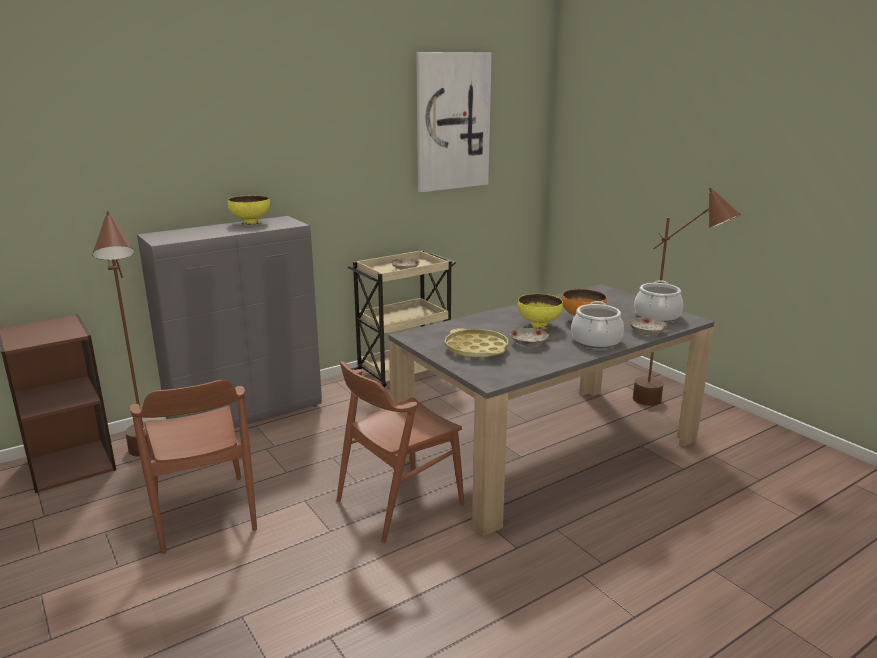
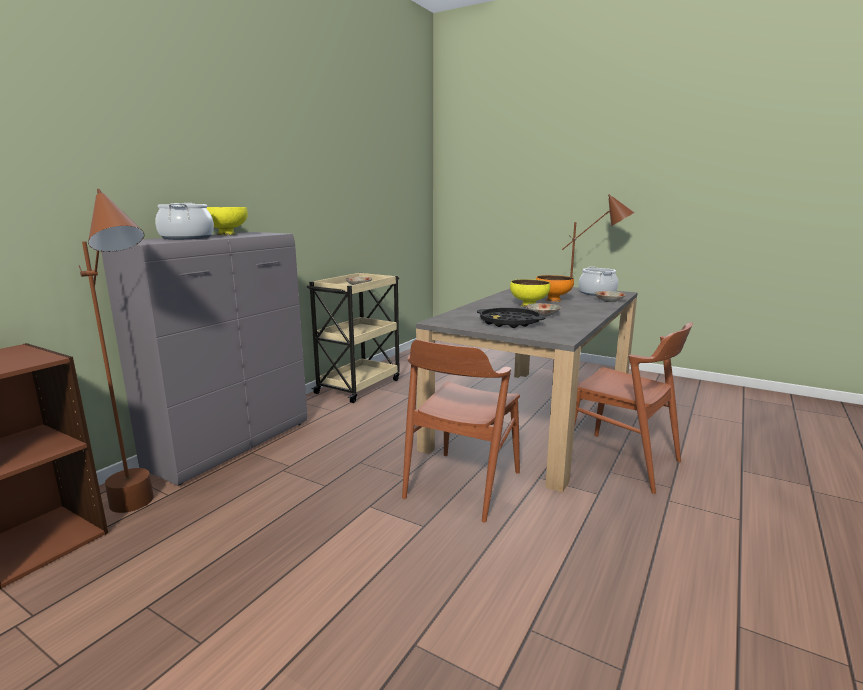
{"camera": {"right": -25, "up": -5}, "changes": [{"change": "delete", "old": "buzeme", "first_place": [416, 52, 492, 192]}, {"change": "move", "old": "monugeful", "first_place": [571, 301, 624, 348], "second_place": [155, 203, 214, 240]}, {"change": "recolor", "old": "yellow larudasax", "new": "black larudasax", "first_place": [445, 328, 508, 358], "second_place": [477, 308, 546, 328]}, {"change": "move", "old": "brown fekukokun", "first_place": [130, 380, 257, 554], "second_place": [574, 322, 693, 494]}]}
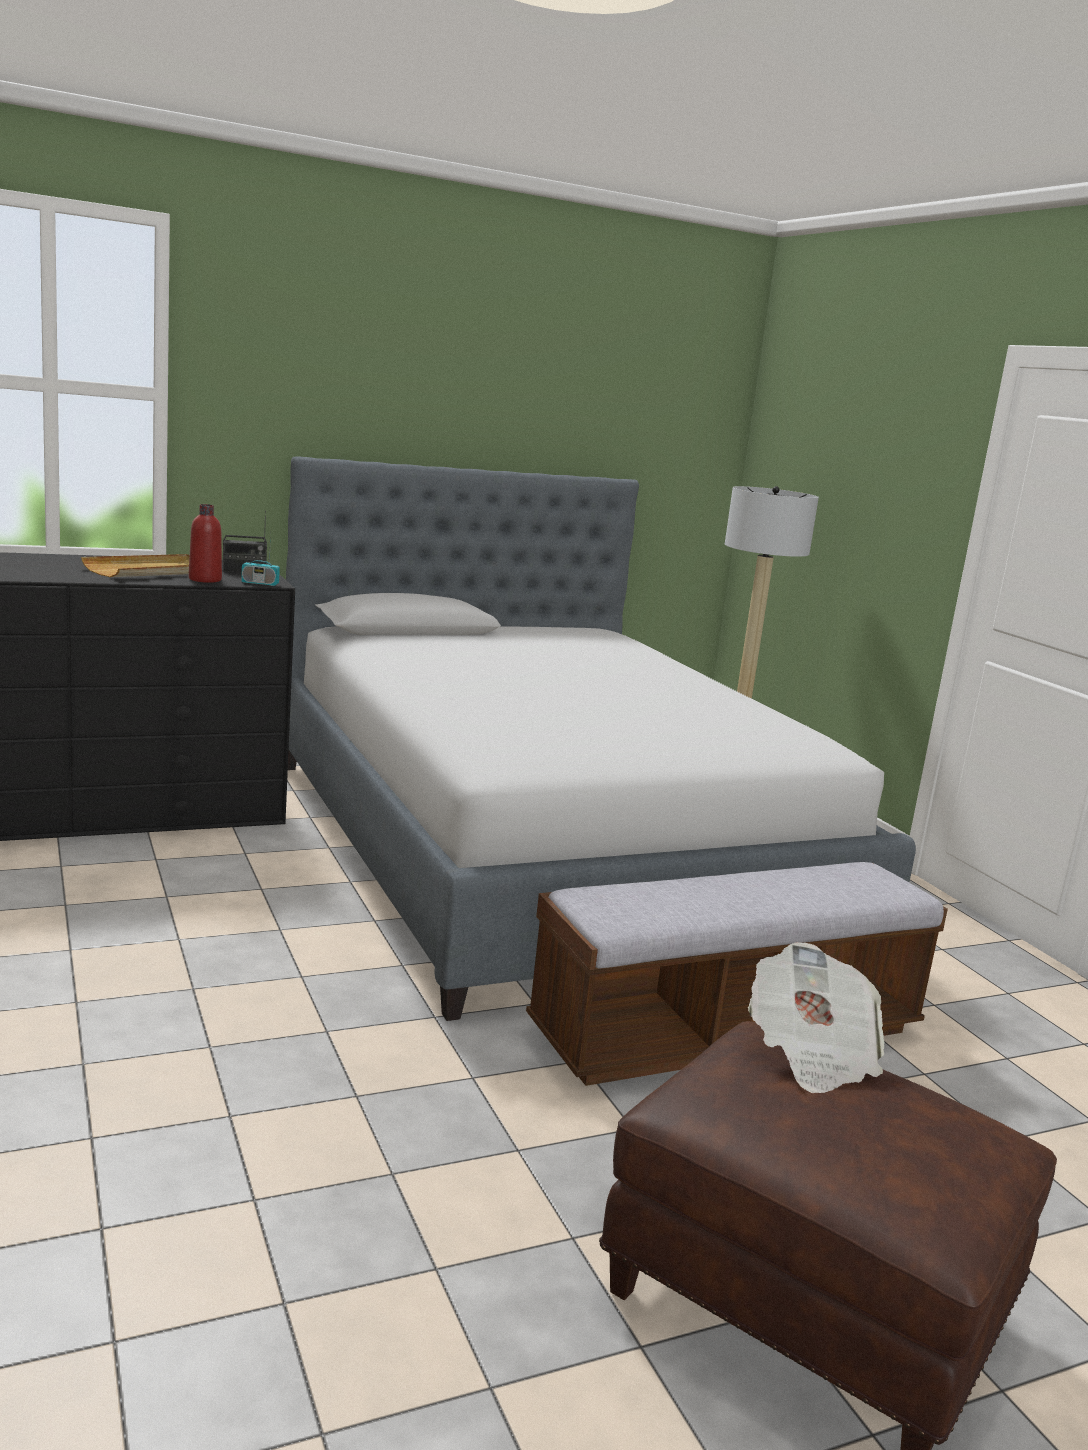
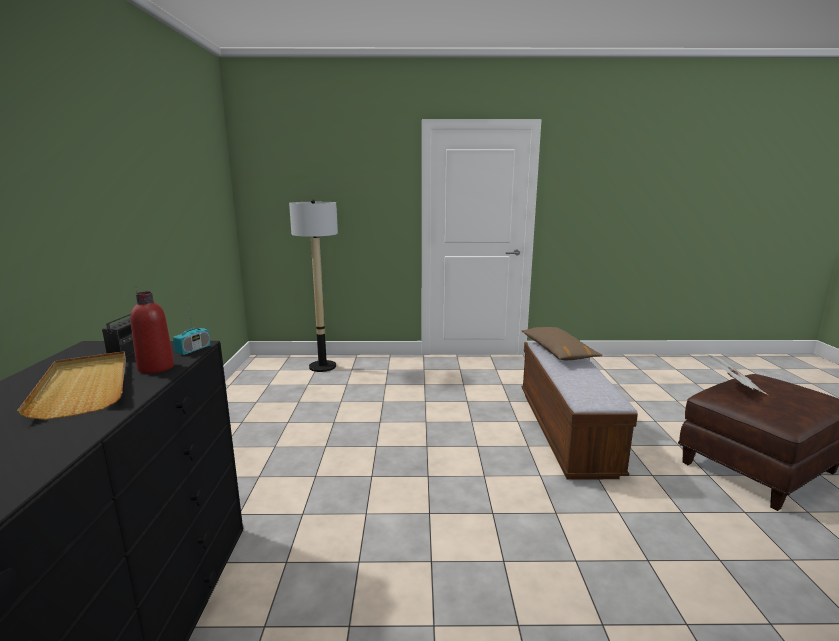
{"camera": {"right": -65, "up": 0}, "changes": [{"change": "delete", "old": "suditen", "first_place": [286, 457, 916, 1021]}, {"change": "insert", "new": "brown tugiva", "second_place": [522, 327, 603, 360]}]}
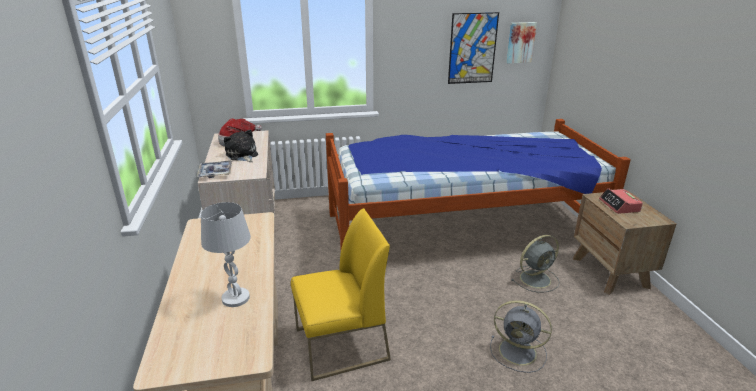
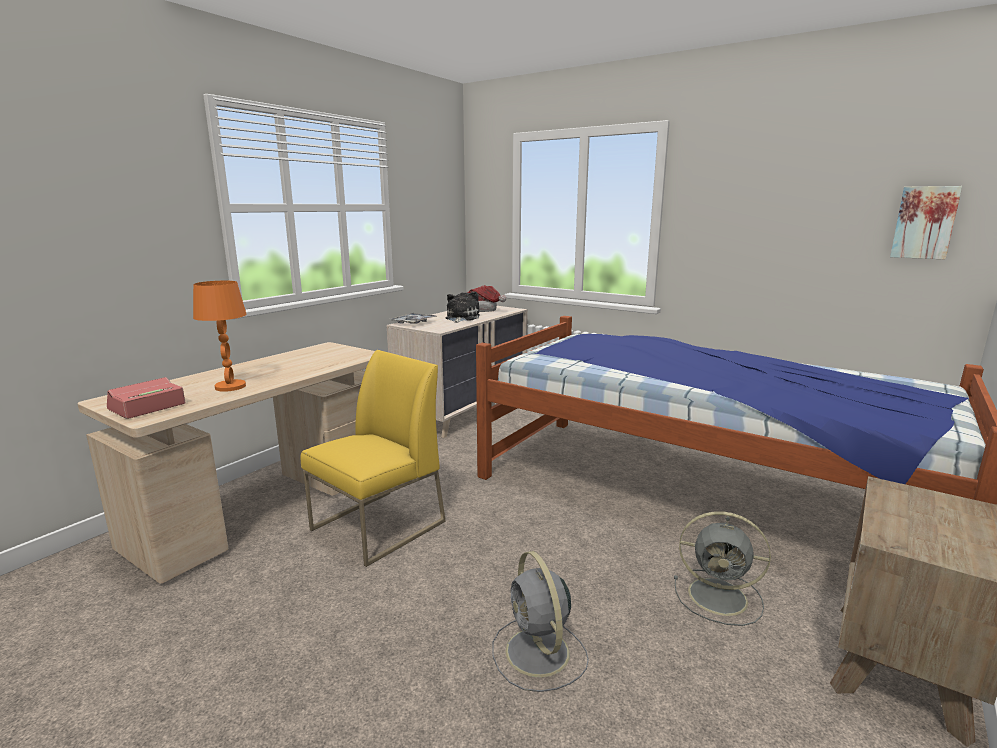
{"camera": {"right": 45, "up": -10}, "changes": [{"change": "delete", "old": "buzeme", "first_place": [448, 12, 499, 84]}, {"change": "move", "old": "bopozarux", "first_place": [599, 188, 643, 214], "second_place": [107, 377, 185, 419]}, {"change": "recolor", "old": "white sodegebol", "new": "orange sodegebol", "first_place": [201, 202, 251, 307], "second_place": [193, 281, 247, 392]}, {"change": "rotate", "old": "yellow fekukokun", "first_place": [291, 208, 391, 381], "second_place": [301, 350, 446, 567], "degrees": -75}]}
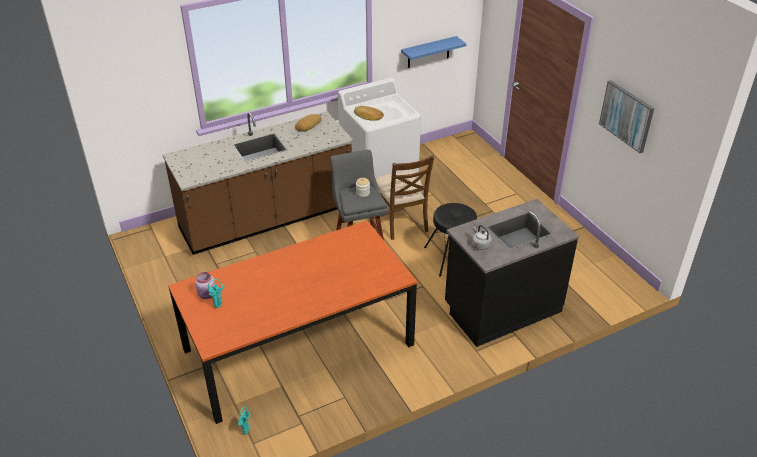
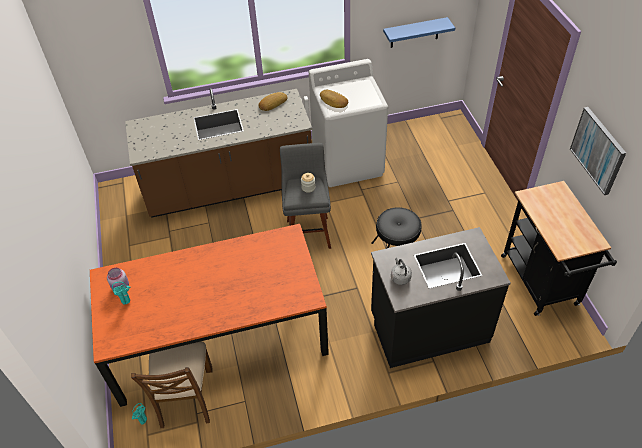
{"camera": {"right": 15, "up": 10}, "changes": [{"change": "move", "old": "brown fekukokun", "first_place": [375, 155, 434, 240], "second_place": [131, 341, 212, 428]}, {"change": "insert", "new": "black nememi", "second_place": [501, 181, 617, 316]}]}
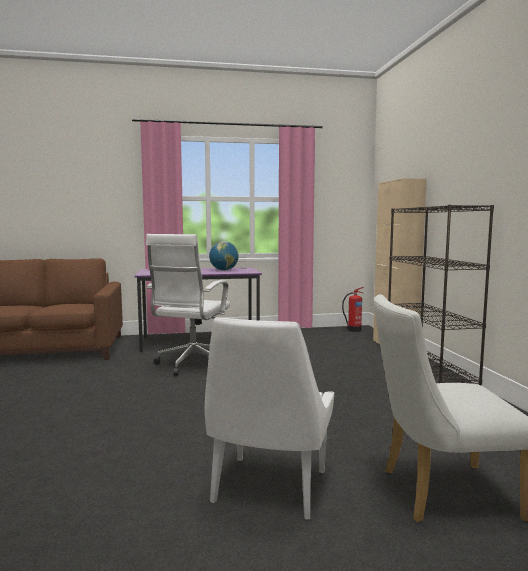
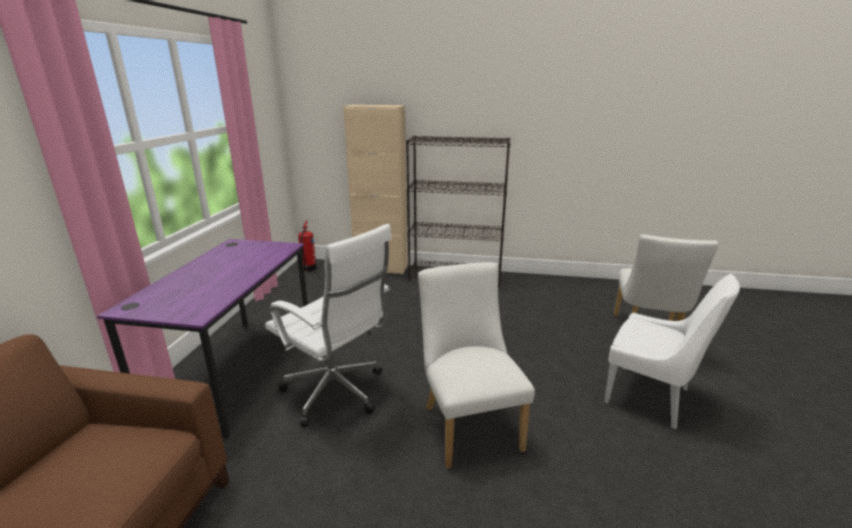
{"camera": {"right": -70, "up": 15}, "changes": [{"change": "delete", "old": "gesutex", "first_place": [209, 241, 239, 271]}, {"change": "insert", "new": "white fekukokun", "second_place": [418, 262, 535, 469]}]}
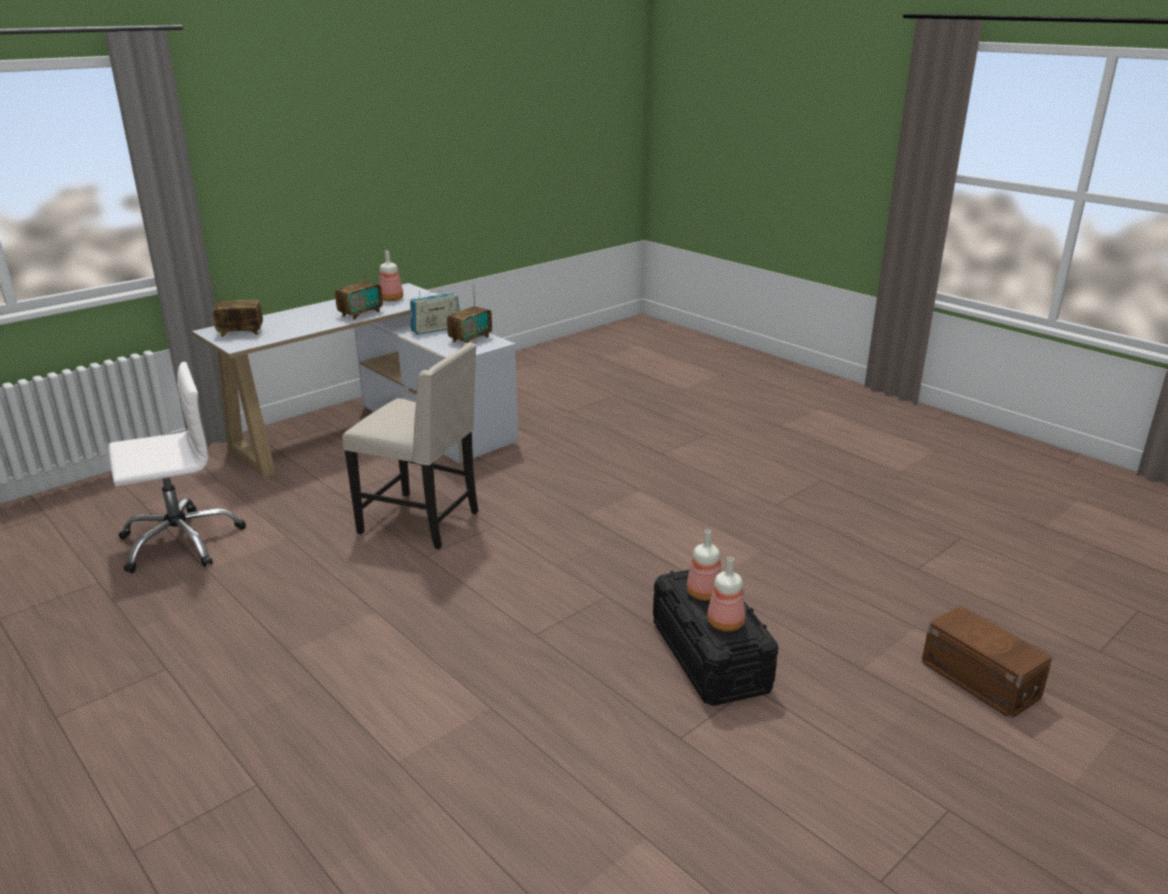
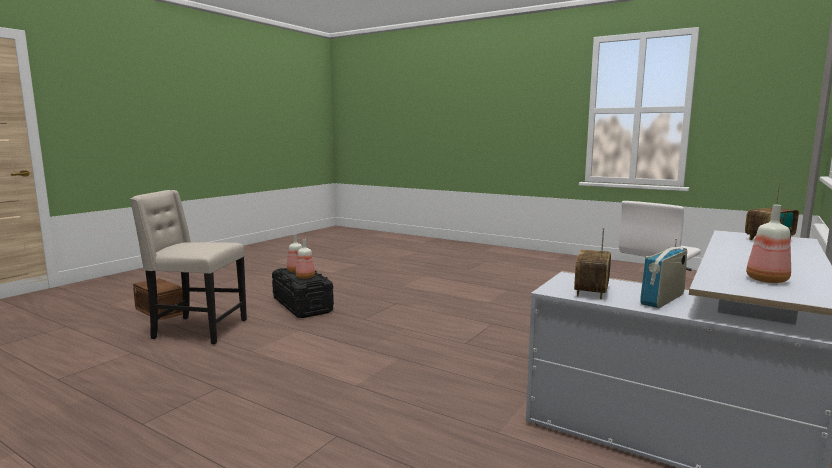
{"camera": {"right": 165, "up": -15}, "changes": [{"change": "delete", "old": "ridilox", "first_place": [335, 259, 383, 320]}, {"change": "move", "old": "beige fekukokun", "first_place": [342, 342, 478, 550], "second_place": [130, 190, 247, 344]}]}
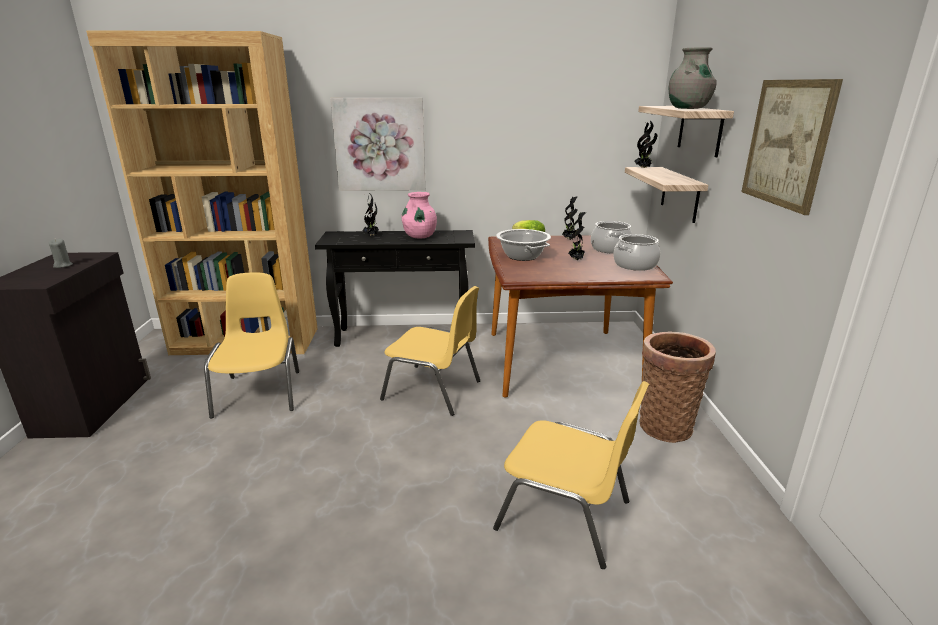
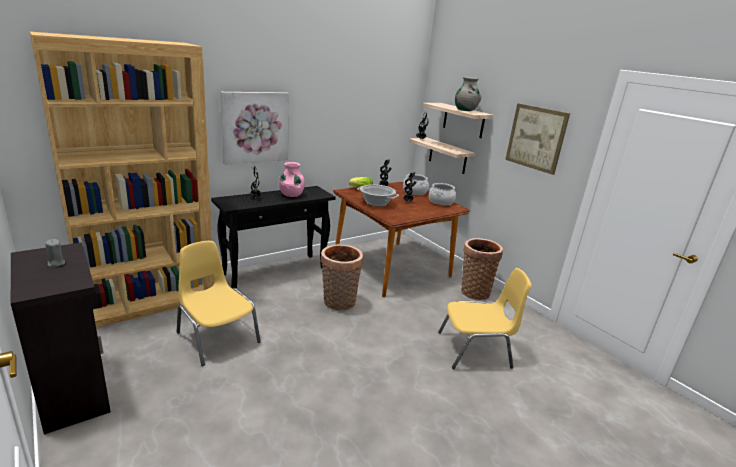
{"camera": {"right": -35, "up": 0}, "changes": [{"change": "replace", "old": "yellow fekukokun", "new": "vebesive", "first_place": [380, 286, 480, 416], "second_place": [321, 244, 363, 311]}]}
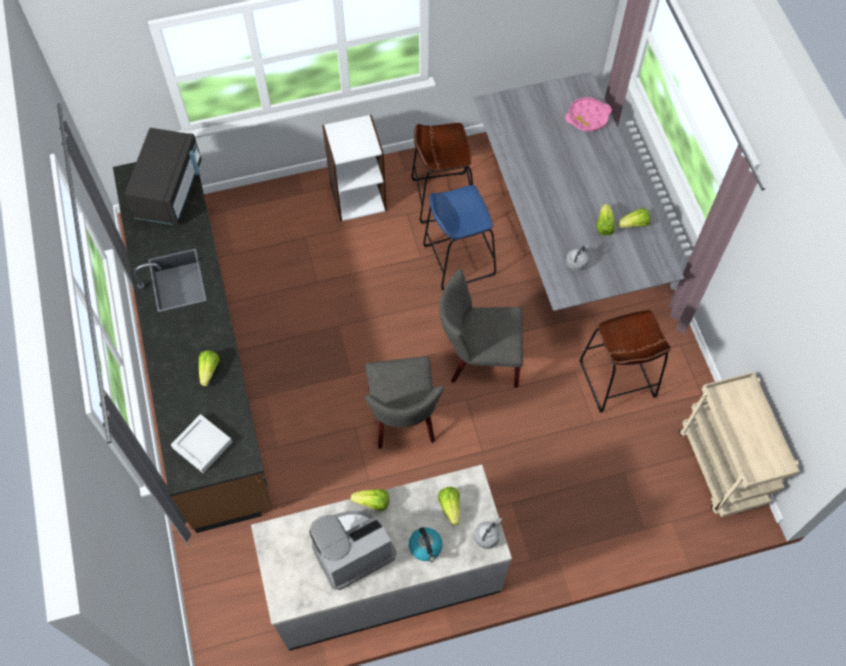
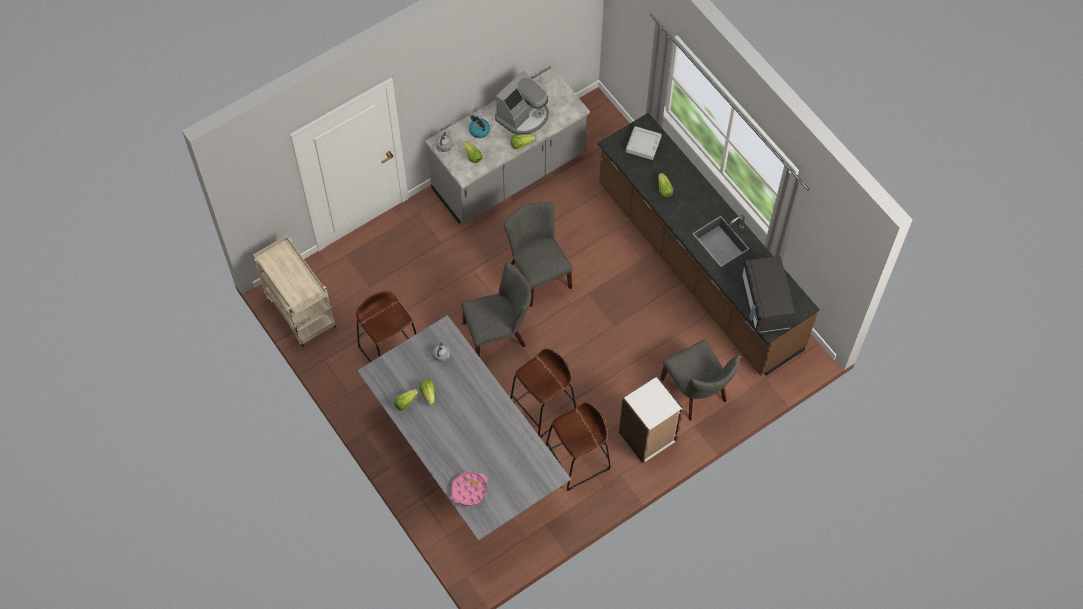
{"camera": {"right": 160, "up": 0}, "changes": [{"change": "recolor", "old": "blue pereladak", "new": "brown pereladak", "first_place": [423, 185, 496, 290], "second_place": [510, 348, 576, 438]}, {"change": "insert", "new": "grey fekukokun", "second_place": [660, 340, 741, 420]}]}
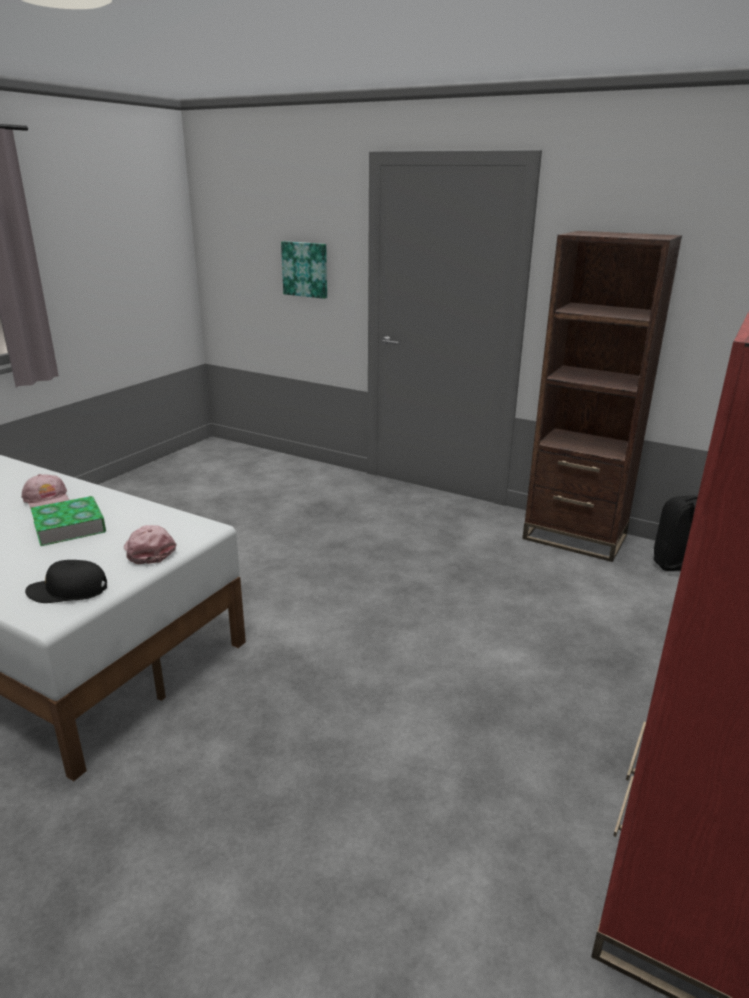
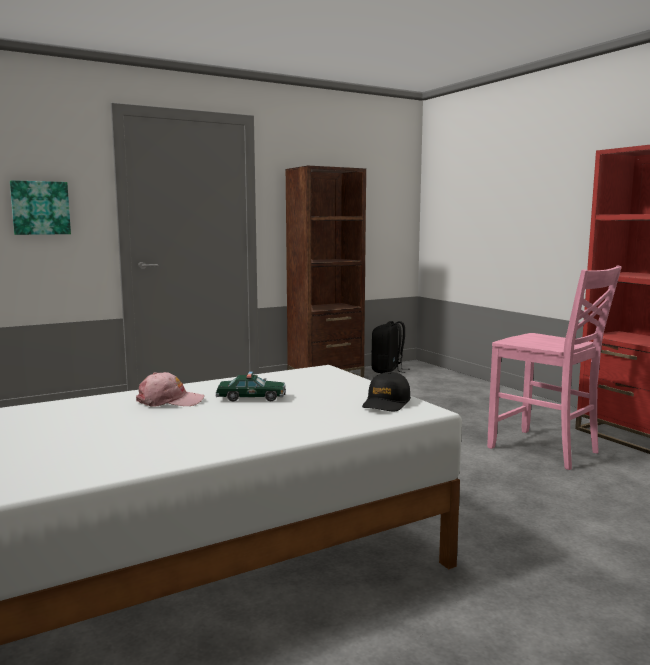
{"camera": {"right": -60, "up": -15}, "changes": [{"change": "replace", "old": "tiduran", "new": "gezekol", "first_place": [31, 496, 106, 546], "second_place": [215, 372, 286, 401]}, {"change": "delete", "old": "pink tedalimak", "first_place": [124, 525, 177, 564]}, {"change": "insert", "new": "pink fekukokun", "second_place": [487, 265, 622, 470]}]}
